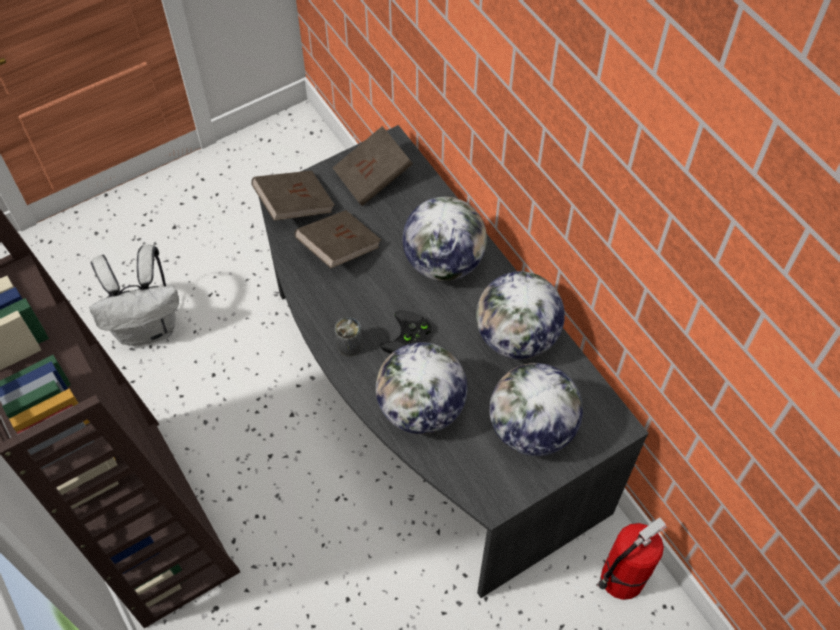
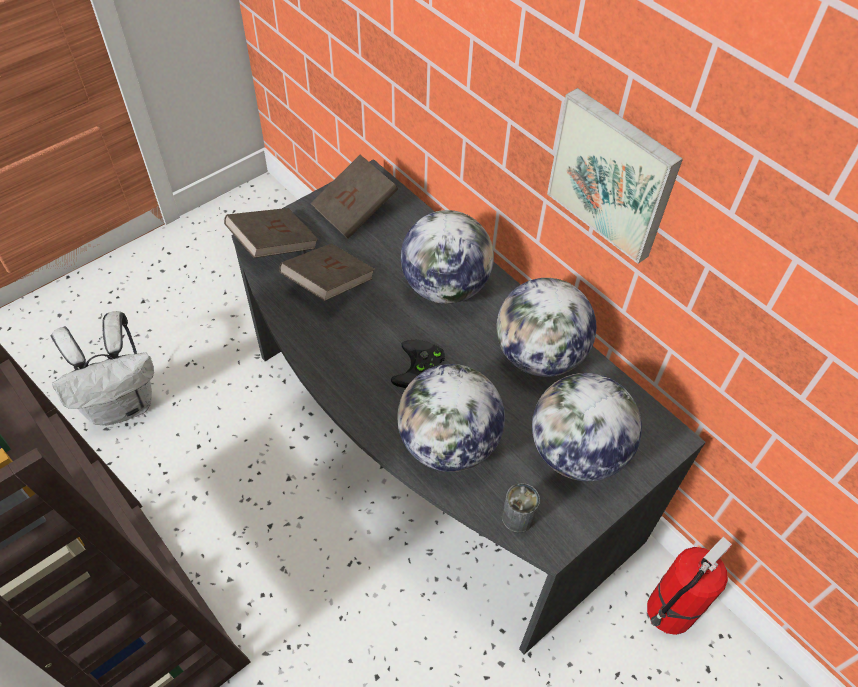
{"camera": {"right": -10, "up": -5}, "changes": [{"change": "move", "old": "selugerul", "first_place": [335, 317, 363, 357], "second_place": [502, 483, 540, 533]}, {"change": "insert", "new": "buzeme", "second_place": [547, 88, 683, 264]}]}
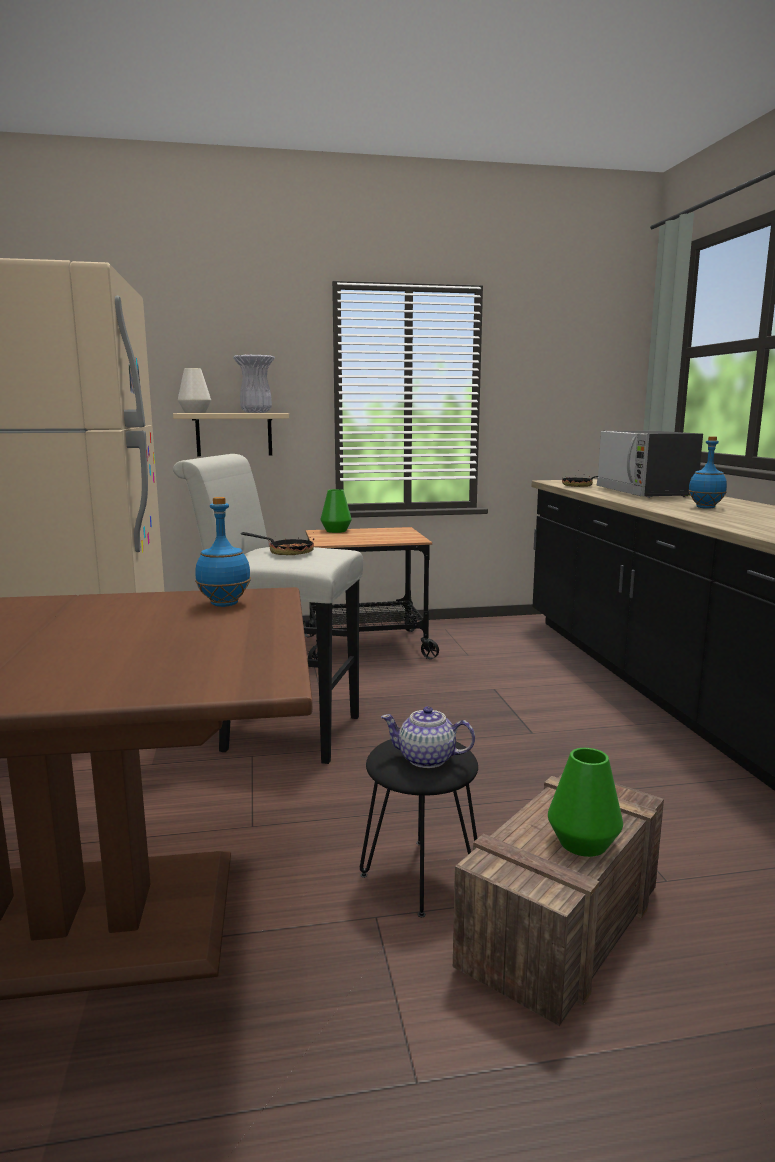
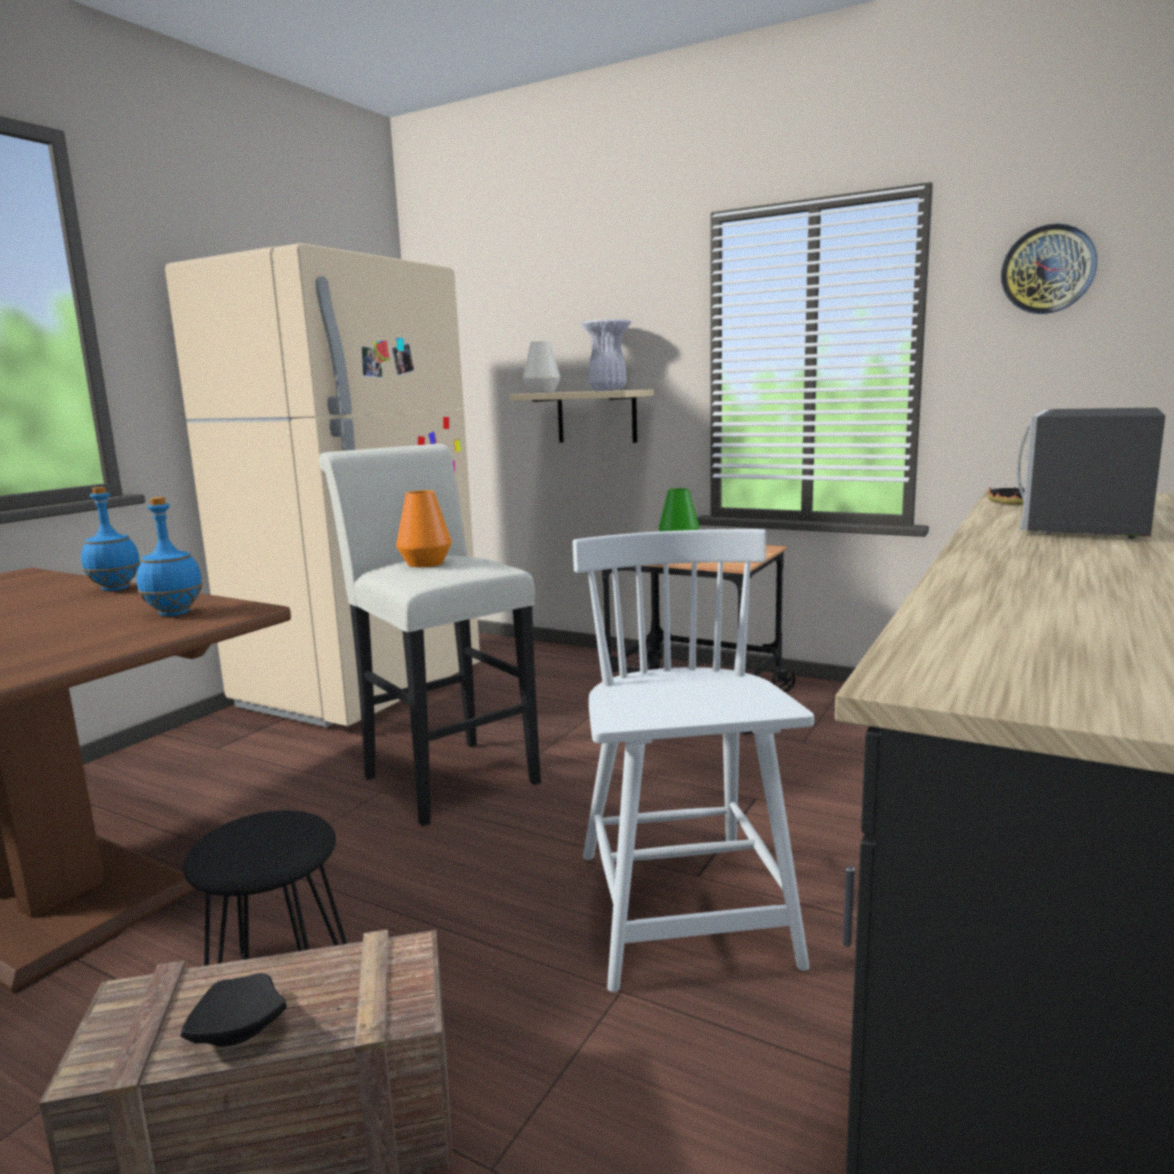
{"camera": {"right": 40, "up": 0}, "changes": [{"change": "move", "old": "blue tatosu", "first_place": [688, 436, 727, 509], "second_place": [81, 487, 141, 591]}, {"change": "replace", "old": "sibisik", "new": "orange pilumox", "first_place": [241, 532, 314, 555], "second_place": [396, 490, 452, 567]}, {"change": "delete", "old": "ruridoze", "first_place": [381, 706, 475, 768]}, {"change": "replace", "old": "green pilumox", "new": "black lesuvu", "first_place": [548, 748, 623, 857], "second_place": [180, 973, 287, 1047]}, {"change": "insert", "new": "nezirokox", "second_place": [1001, 224, 1097, 314]}, {"change": "insert", "new": "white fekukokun", "second_place": [573, 529, 814, 992]}]}
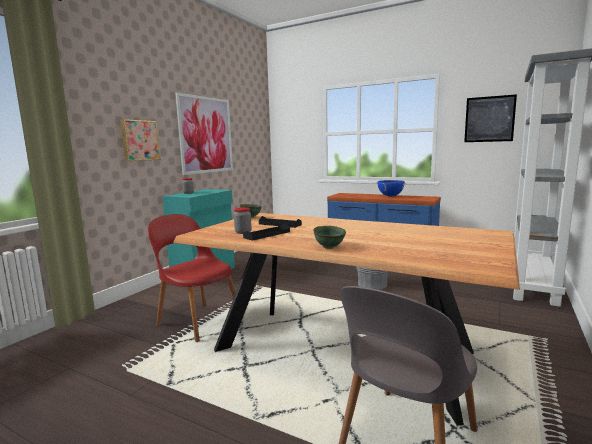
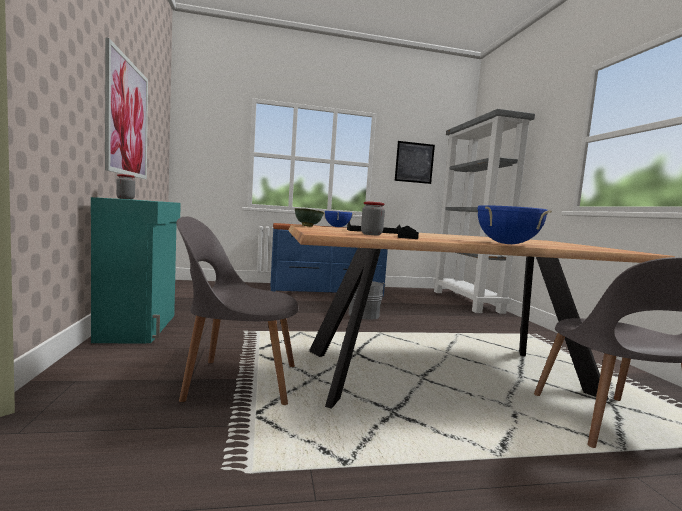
{"camera": {"right": -40, "up": -5}, "changes": [{"change": "delete", "old": "buzeme", "first_place": [120, 119, 160, 161]}, {"change": "recolor", "old": "red fekukokun", "new": "grey fekukokun", "first_place": [148, 214, 243, 342], "second_place": [176, 217, 299, 405]}, {"change": "replace", "old": "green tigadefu", "new": "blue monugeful", "first_place": [313, 226, 346, 249], "second_place": [477, 205, 552, 244]}]}
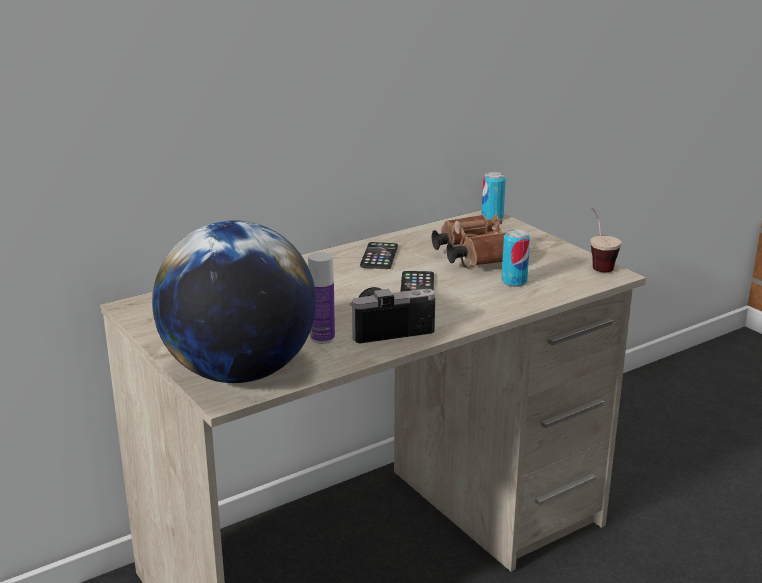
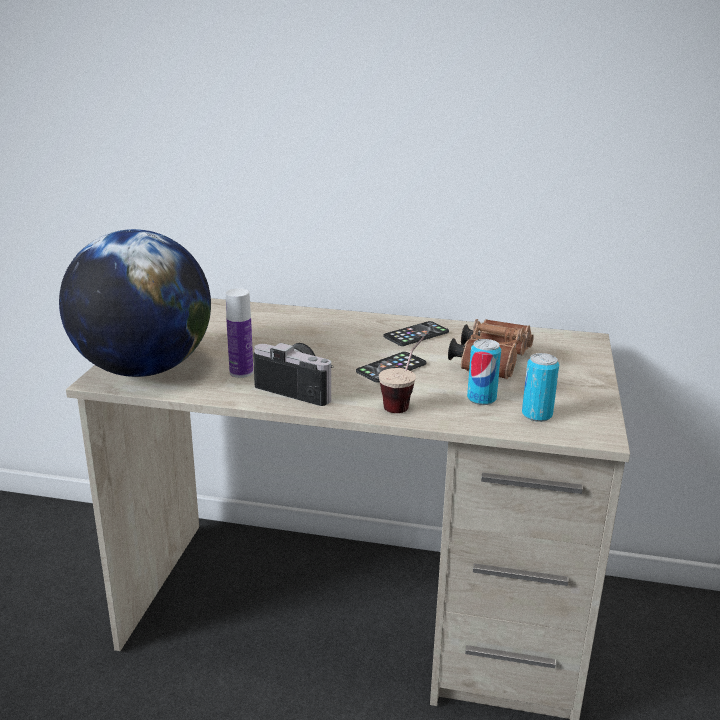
{"camera": {"right": 45, "up": 0}, "changes": [{"change": "move", "old": "selugerul", "first_place": [481, 172, 506, 220], "second_place": [522, 353, 559, 422]}, {"change": "move", "old": "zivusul", "first_place": [590, 207, 622, 272], "second_place": [379, 337, 424, 413]}]}
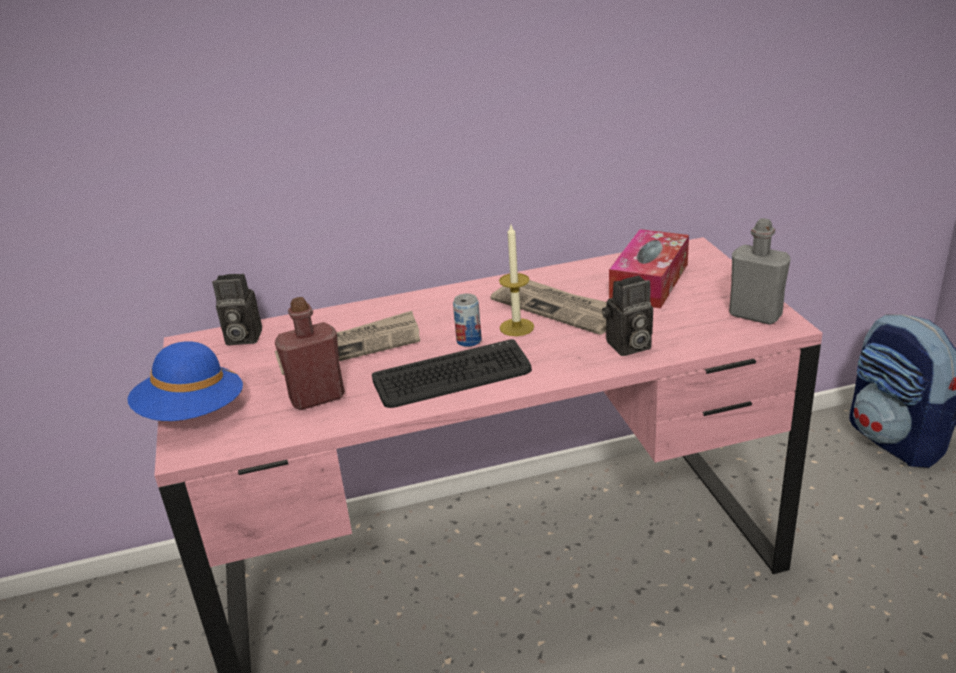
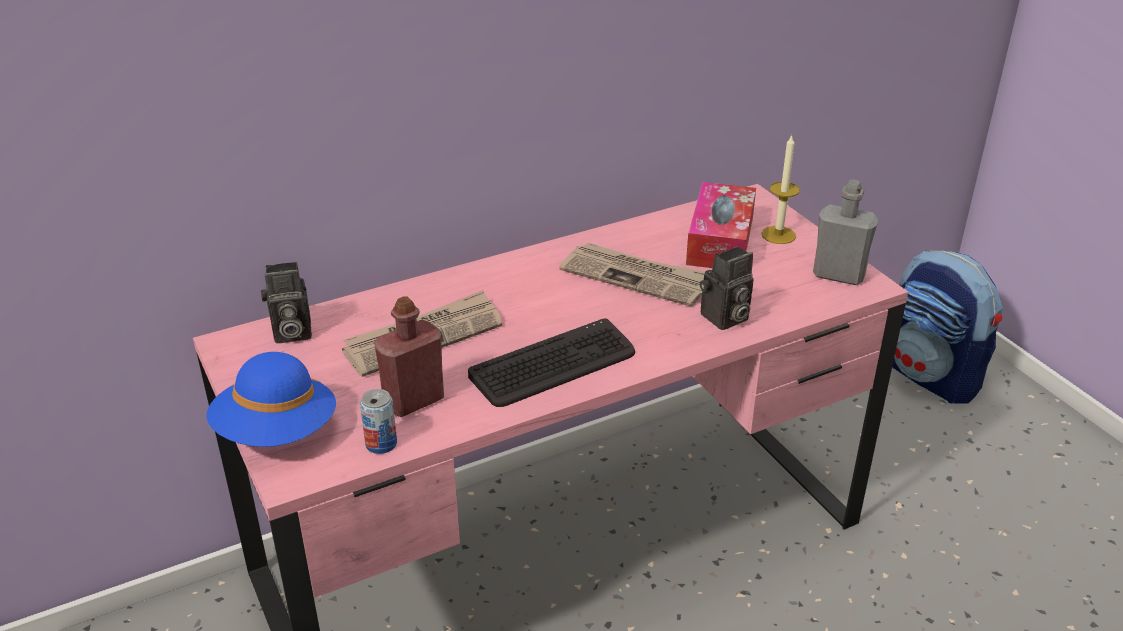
{"camera": {"right": -15, "up": 5}, "changes": [{"change": "move", "old": "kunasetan", "first_place": [499, 225, 534, 336], "second_place": [761, 135, 800, 244]}, {"change": "move", "old": "selugerul", "first_place": [453, 294, 482, 347], "second_place": [360, 389, 397, 454]}]}
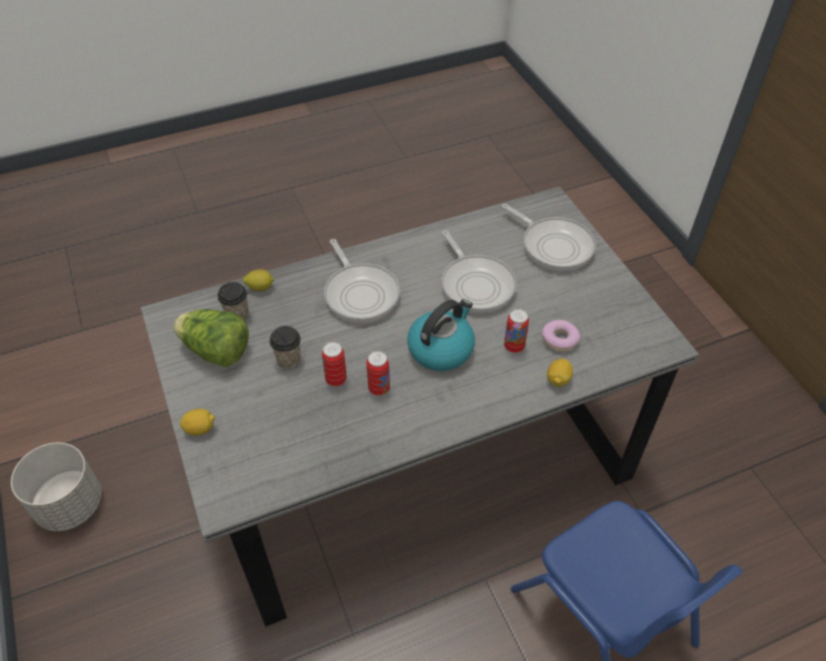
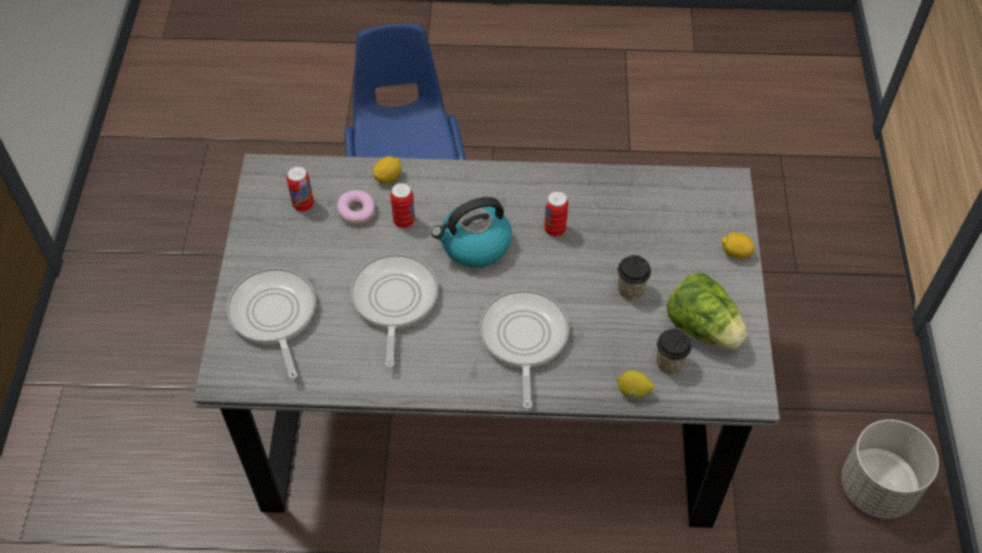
{"camera": {"right": -155, "up": 5}, "changes": [{"change": "move", "old": "selugerul", "first_place": [322, 342, 347, 386], "second_place": [287, 166, 314, 212]}]}
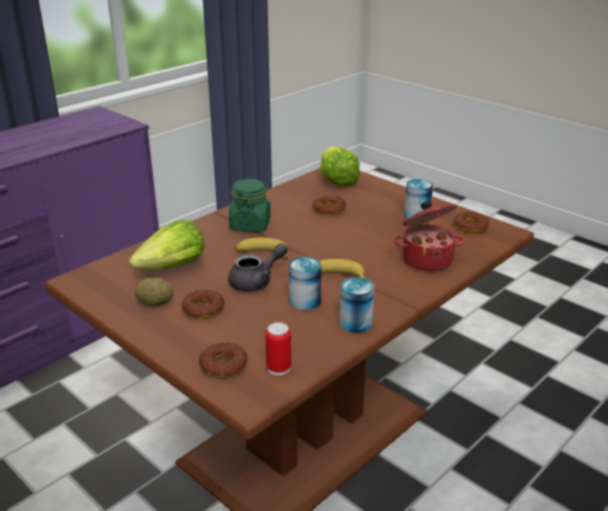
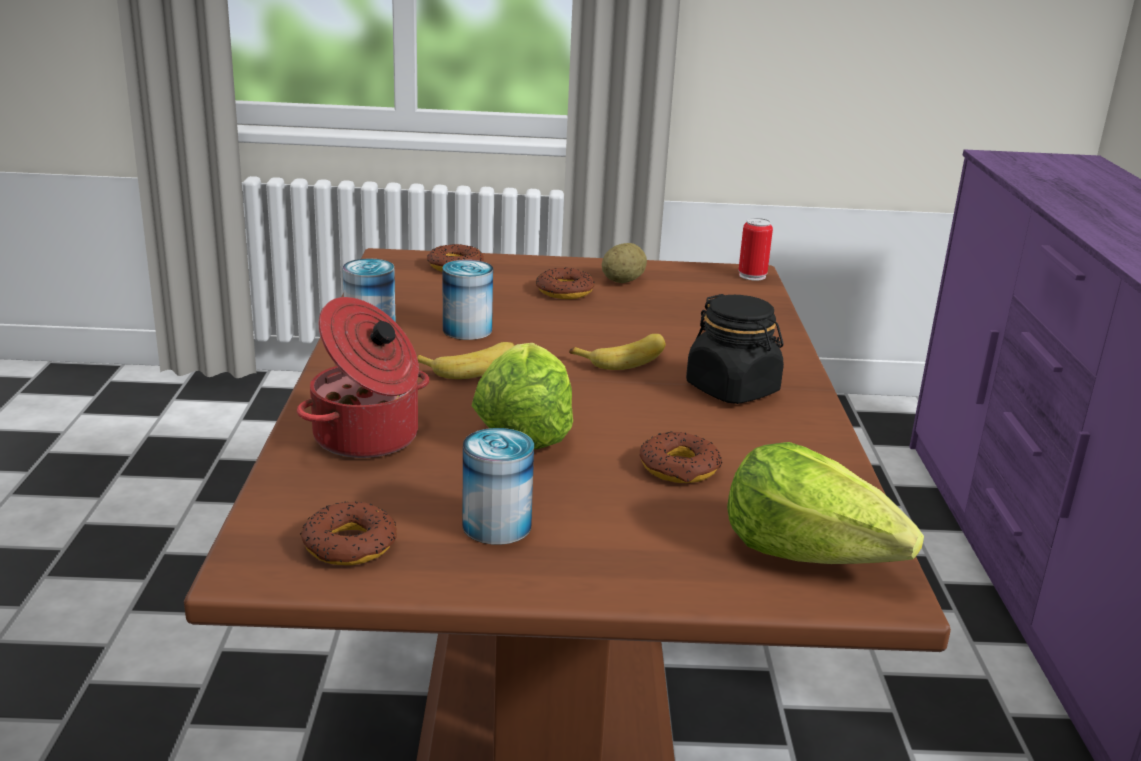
{"camera": {"right": 135, "up": -5}, "changes": [{"change": "recolor", "old": "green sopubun", "new": "black sopubun", "first_place": [229, 179, 271, 232], "second_place": [686, 294, 784, 404]}, {"change": "move", "old": "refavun", "first_place": [129, 220, 204, 270], "second_place": [471, 343, 573, 449]}, {"change": "delete", "old": "grey ruridoze", "first_place": [228, 243, 288, 291]}, {"change": "move", "old": "selugerul", "first_place": [265, 322, 291, 375], "second_place": [738, 218, 773, 281]}]}
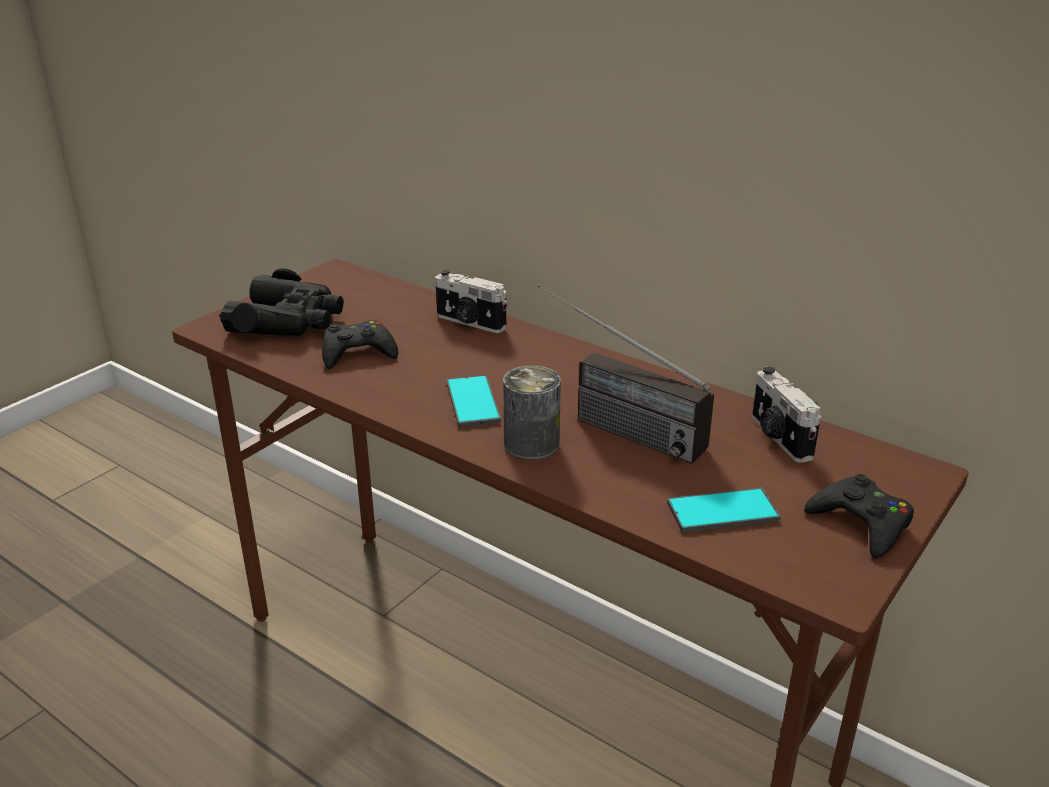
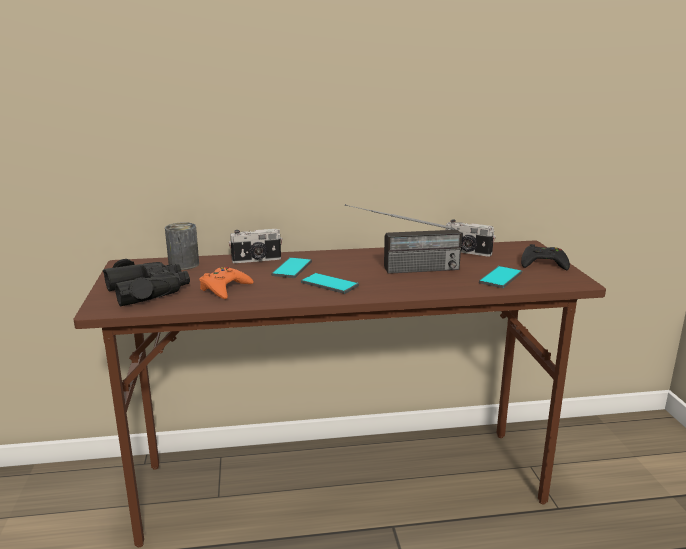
{"camera": {"right": -45, "up": -10}, "changes": [{"change": "recolor", "old": "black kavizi", "new": "orange kavizi", "first_place": [322, 320, 398, 369], "second_place": [199, 267, 254, 299]}, {"change": "move", "old": "selugerul", "first_place": [503, 365, 561, 460], "second_place": [165, 222, 199, 270]}, {"change": "insert", "new": "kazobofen", "second_place": [272, 257, 312, 278]}]}
